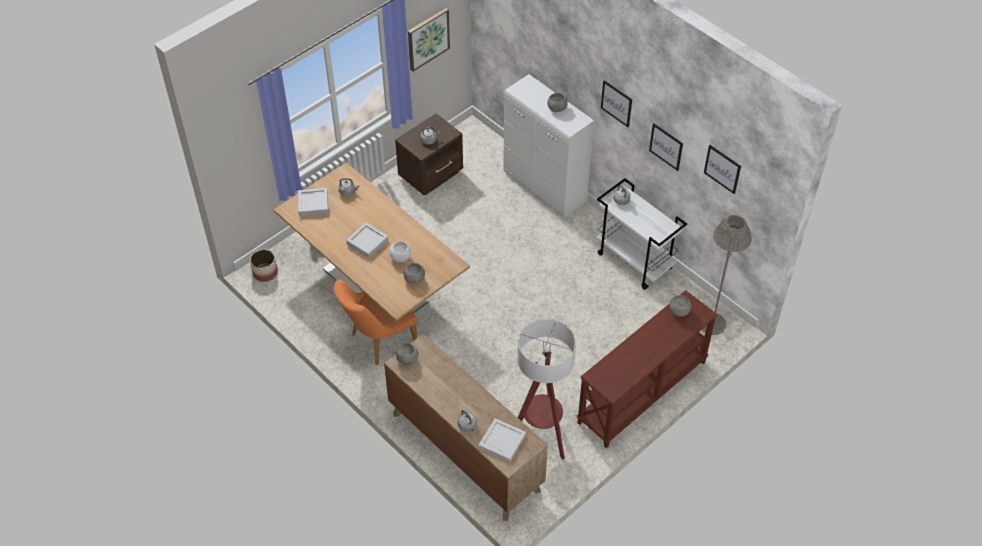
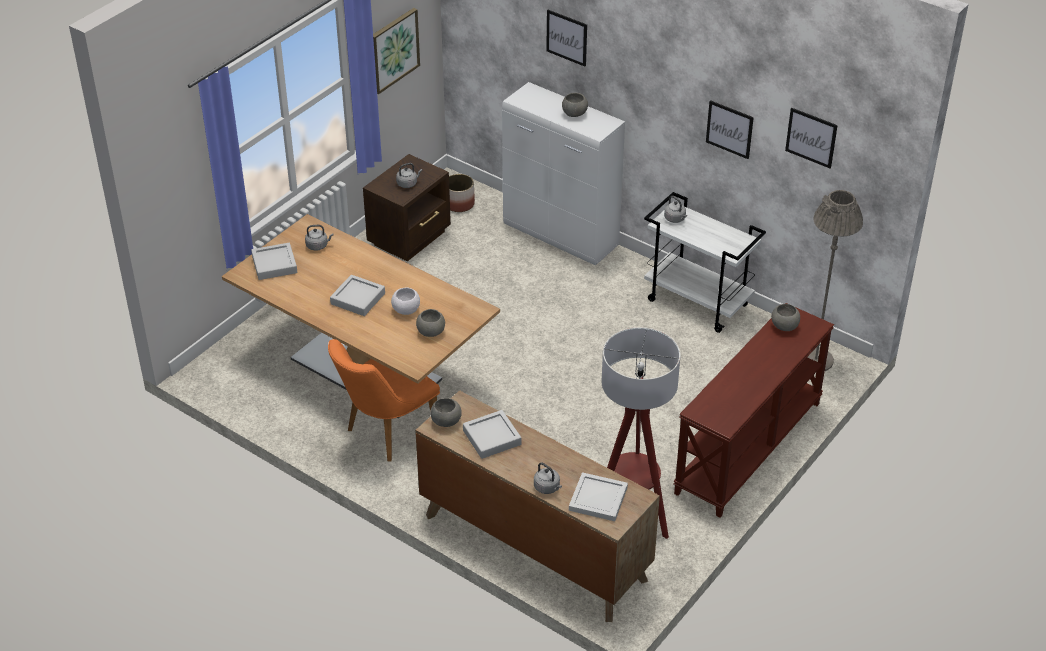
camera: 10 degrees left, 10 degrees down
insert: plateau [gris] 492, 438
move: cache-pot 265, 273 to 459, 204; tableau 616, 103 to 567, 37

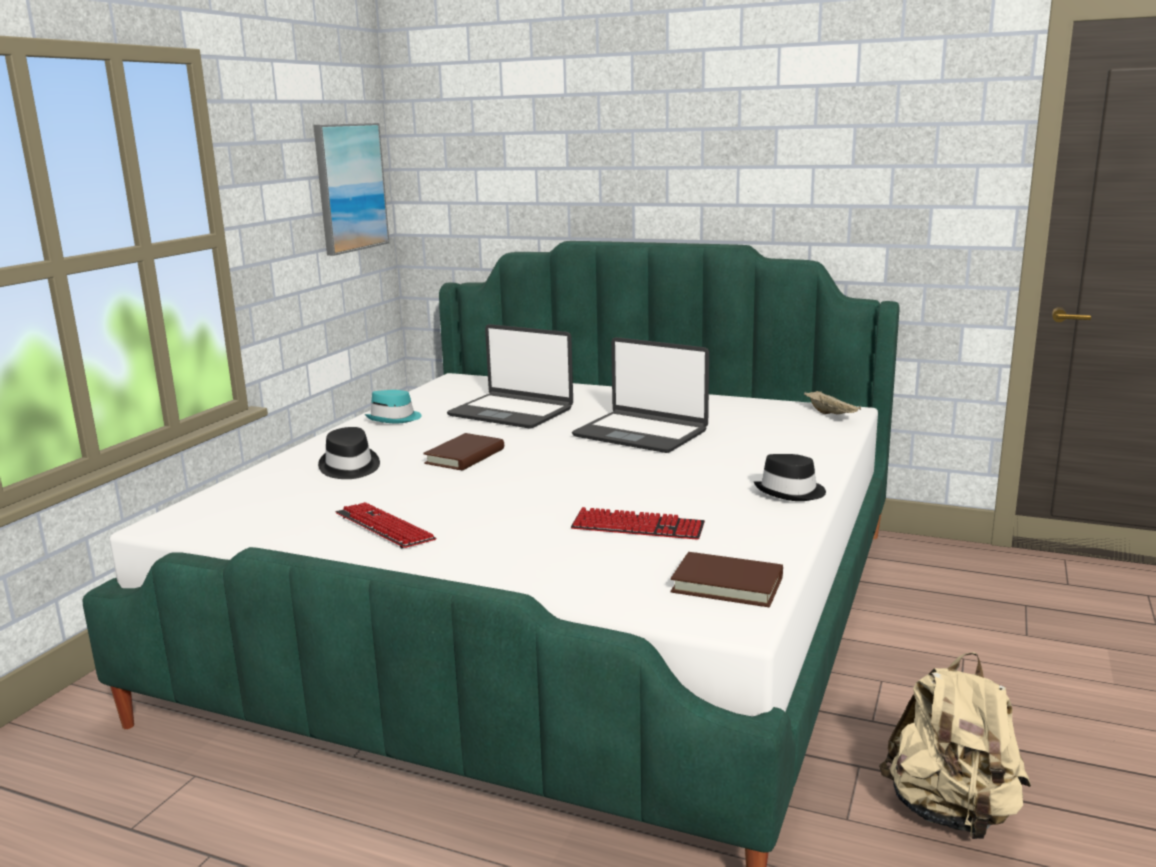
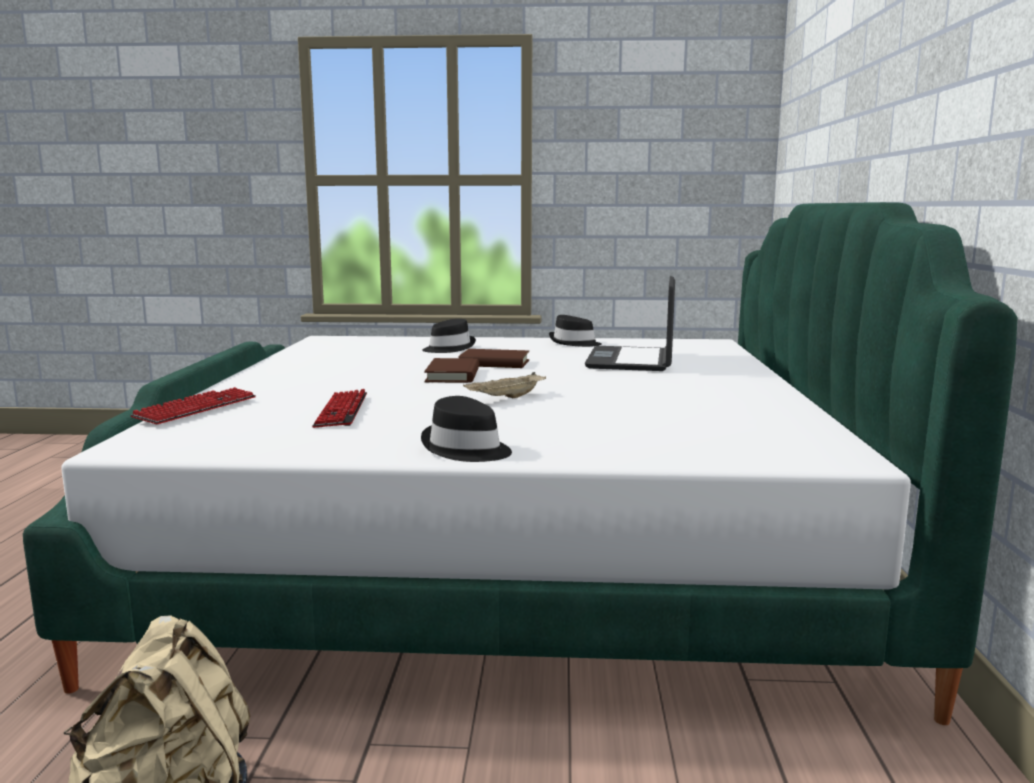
camera: 70 degrees right, 5 degrees down
delete: tableau 350, 187; ordinateur portable 641, 433
move: clavier 384, 528 to 197, 408; livre [marron] 727, 585 to 453, 375; plateau [beige] 831, 414 to 506, 398
recolor: chapeau [turquoise] 395, 419 to chapeau [noir] 574, 343

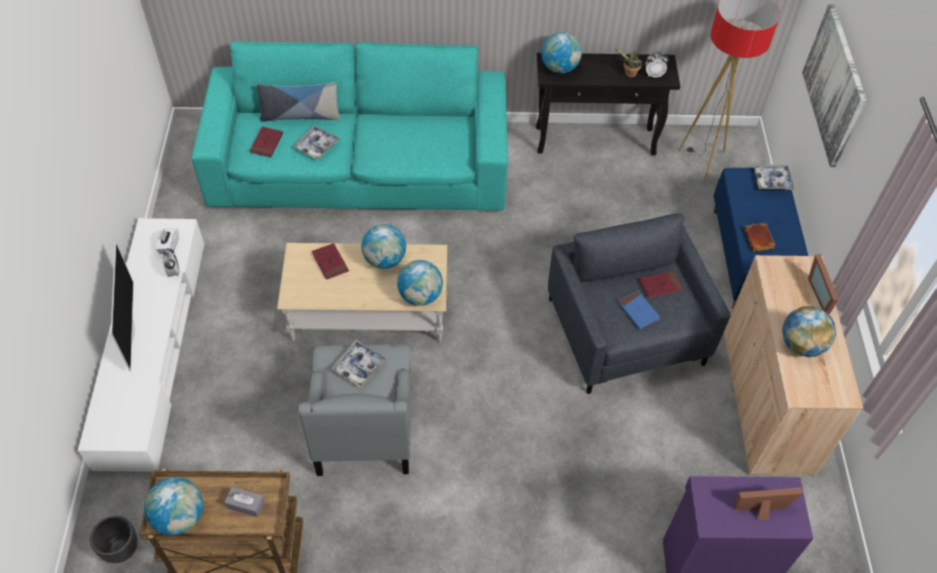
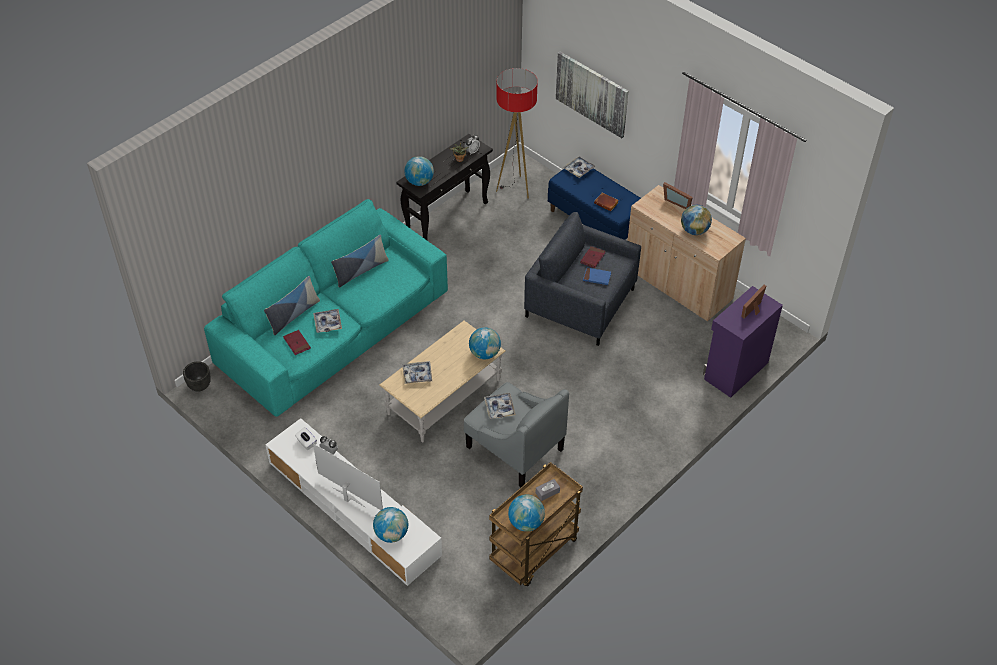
camera: 45 degrees left, 5 degrees down
insert: coussin 361, 271
move: cache-pot [noir] 122, 549 to 199, 386; globe 384, 260 to 391, 534
replace: livre [rouge] 330, 262 to plateau 417, 375

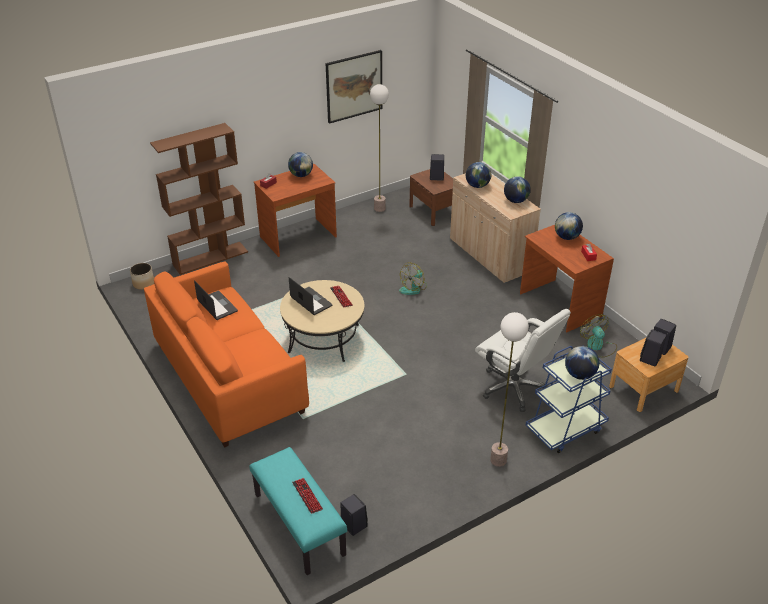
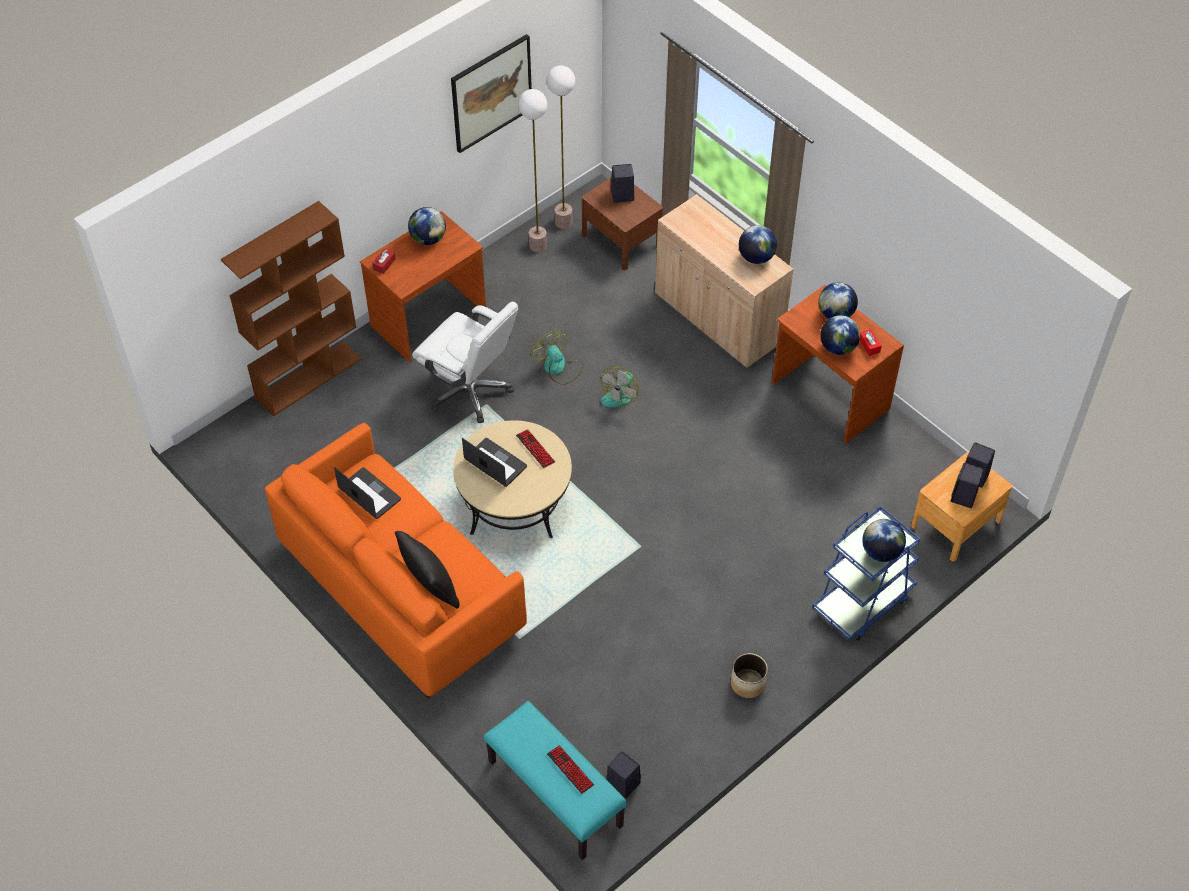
camera: 10 degrees left, 15 degrees up
insert: coussin [noir] 430, 588
move: cache-pot 144, 283 to 748, 683; globe 477, 186 to 838, 347; chaise de bureau [blanc] 514, 388 to 470, 391; lampadaire 498, 460 to 563, 222; ventilateur 598, 346 to 558, 368

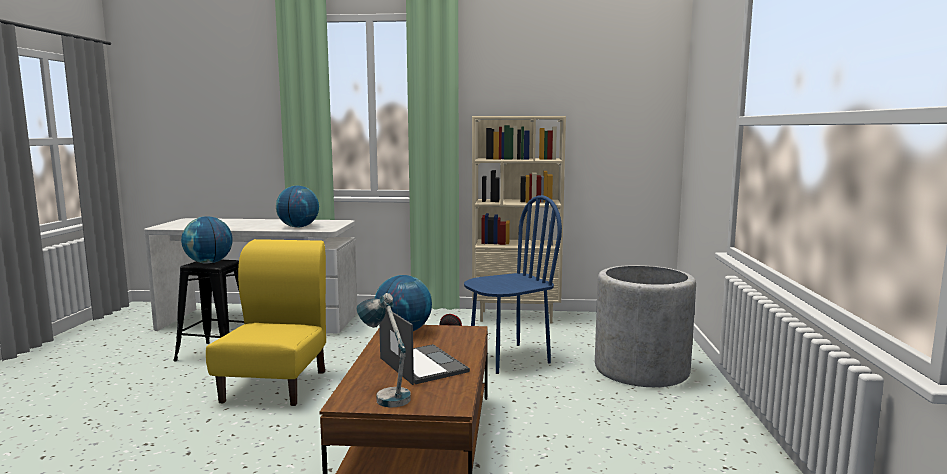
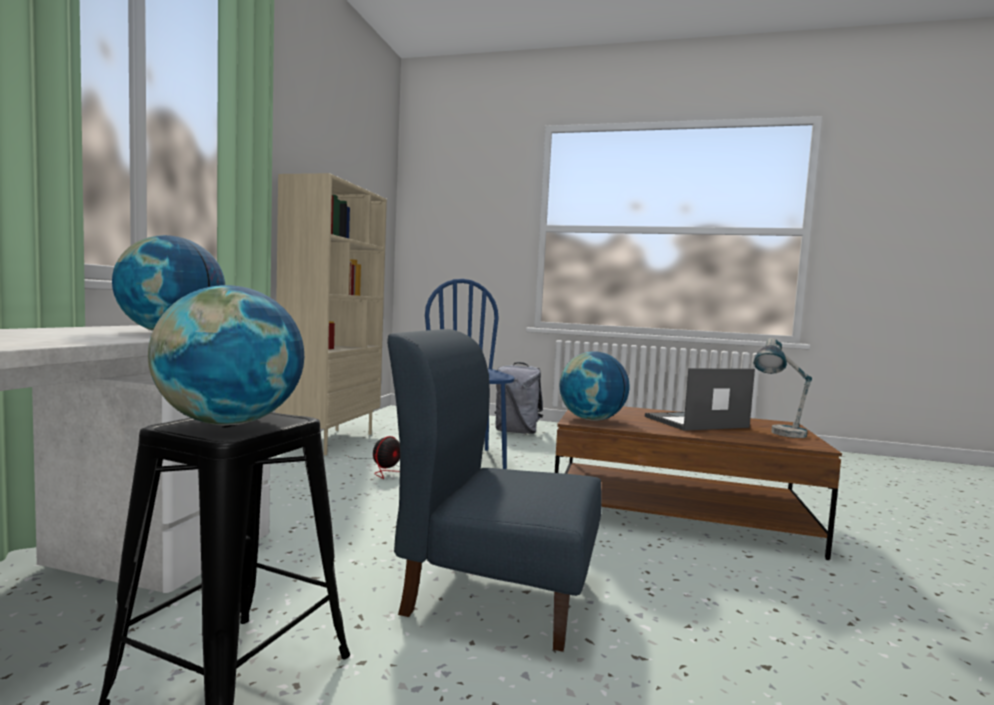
camera: 80 degrees left, 5 degrees down
replace: cache-pot [gris] 641, 370 to sac à dos [gris] 517, 432
recolor: chaise [jaune] 276, 386 to chaise [bleu] 495, 592

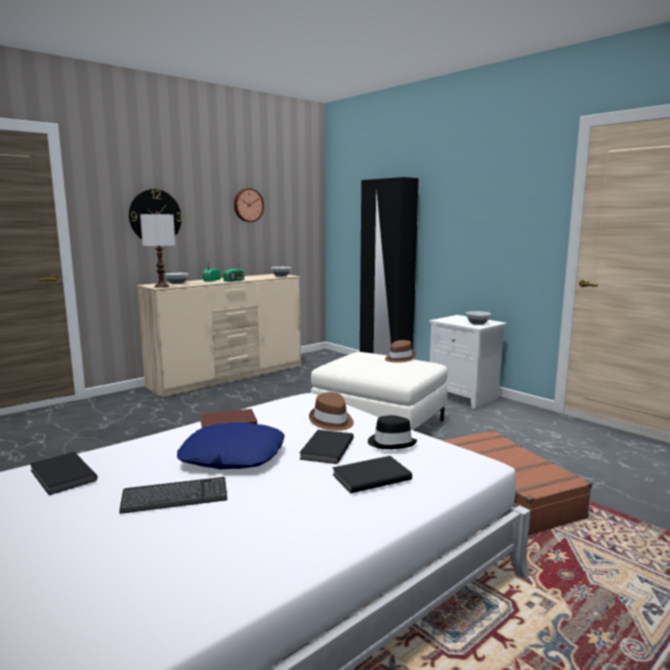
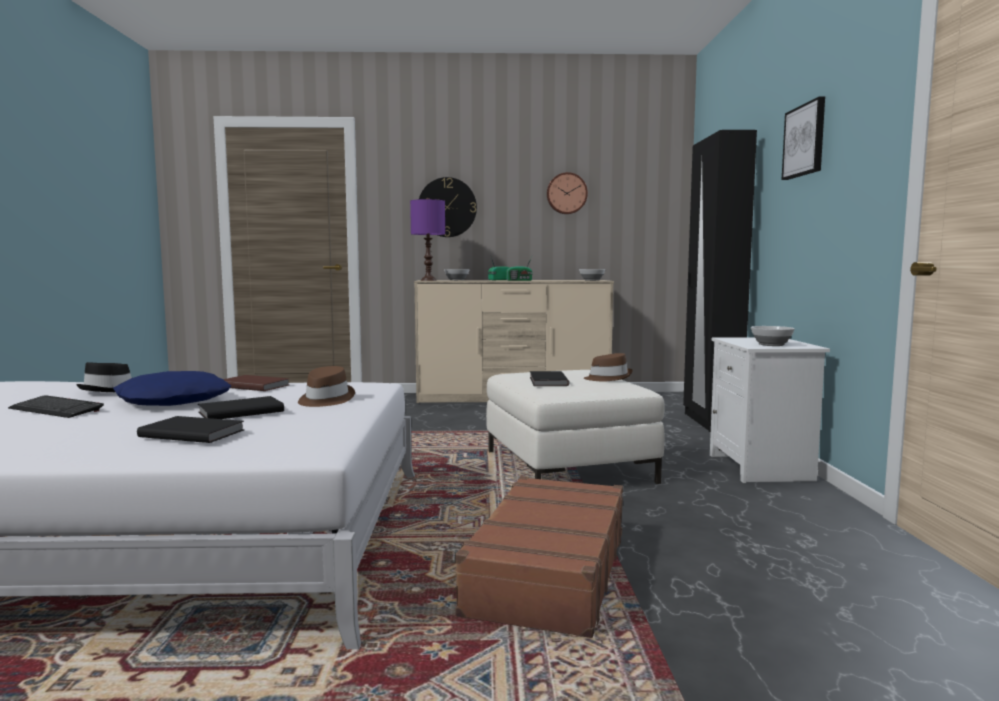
camera: 40 degrees right, 5 degrees down
insert: tableau 805, 140
move: livre [noir] 61, 476 to 547, 381; chapeau [noir] 391, 443 to 111, 390
recolor: lampe de table [blanc] 161, 286 to lampe de table [violet] 428, 280

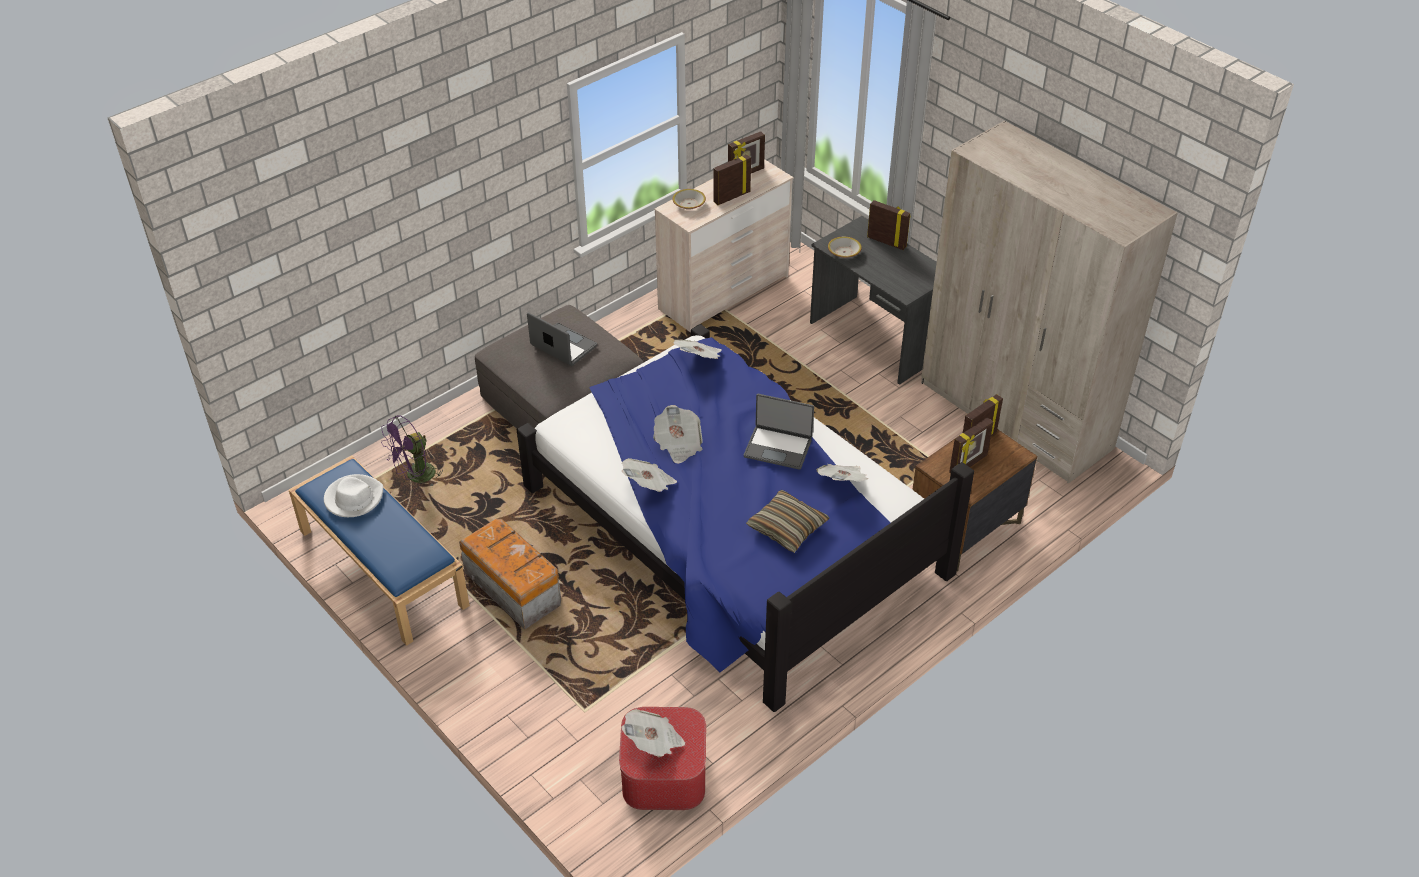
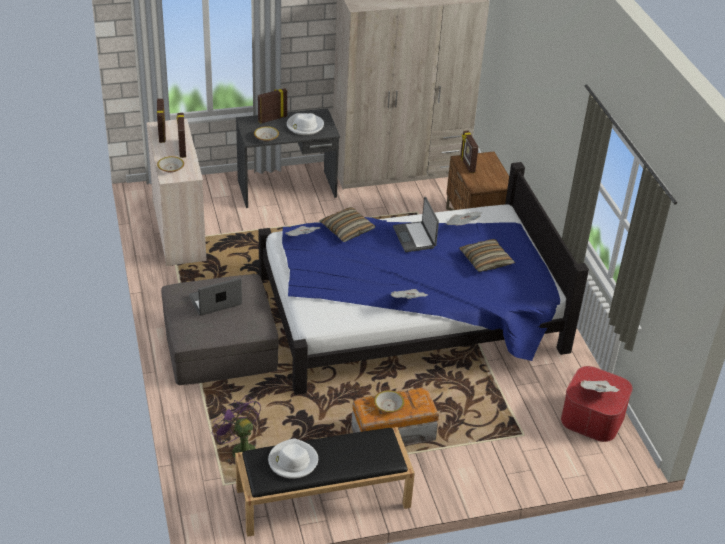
camera: 65 degrees left, 5 degrees down
delete: journal 678, 444; cadre photo 968, 464
insert: chapeau [blanc] 304, 126; coussin 347, 230; bol 388, 405
recolor: banc [bleu] 381, 567 to banc [noir] 322, 498
rotate: ventilateur [violet] 416, 477 = 239, 450 150 degrees clockwise; ordinateur portable 778, 447 = 415, 237 120 degrees clockwise

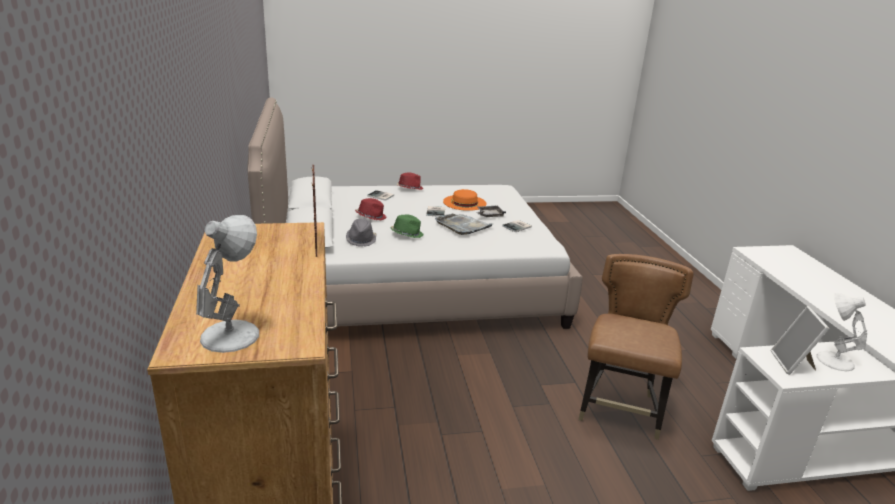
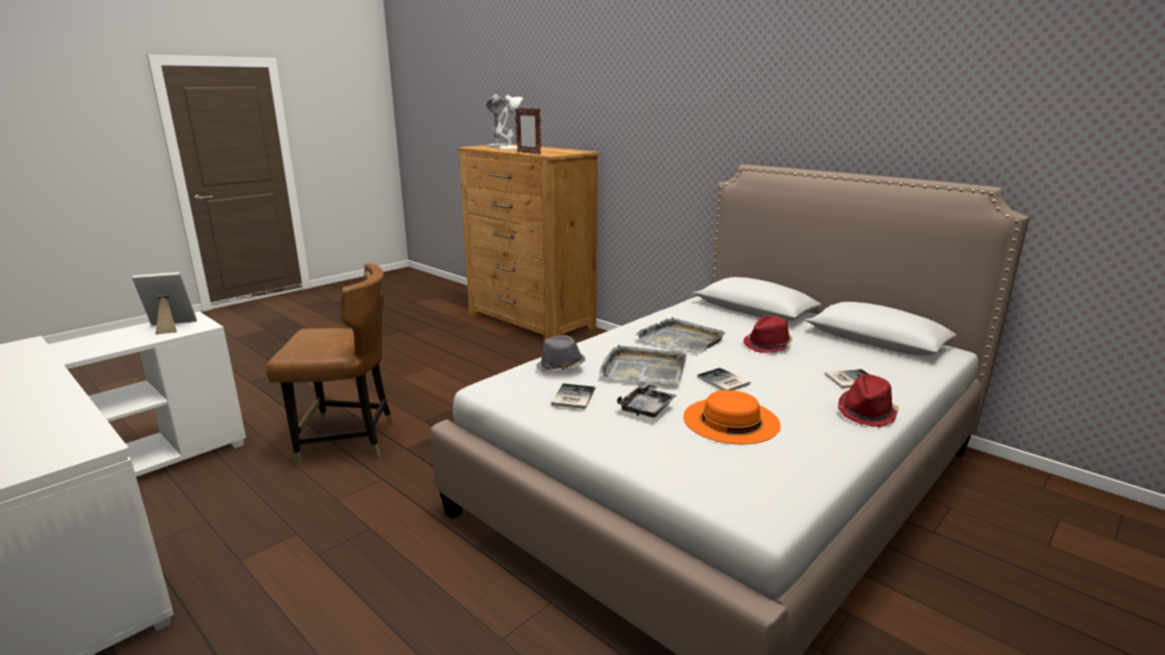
camera: 145 degrees right, 5 degrees down
move: chapeau [gris] 361, 239 to 560, 367; lampe de table [blanc] 833, 360 to 511, 148
replace: chapeau [vert] 407, 234 to plateau [gris] 681, 339
rotate: chaise [marron] 620, 409 = 347, 441 75 degrees counterclockwise; cadre photo 793, 364 = 170, 327 75 degrees counterclockwise

